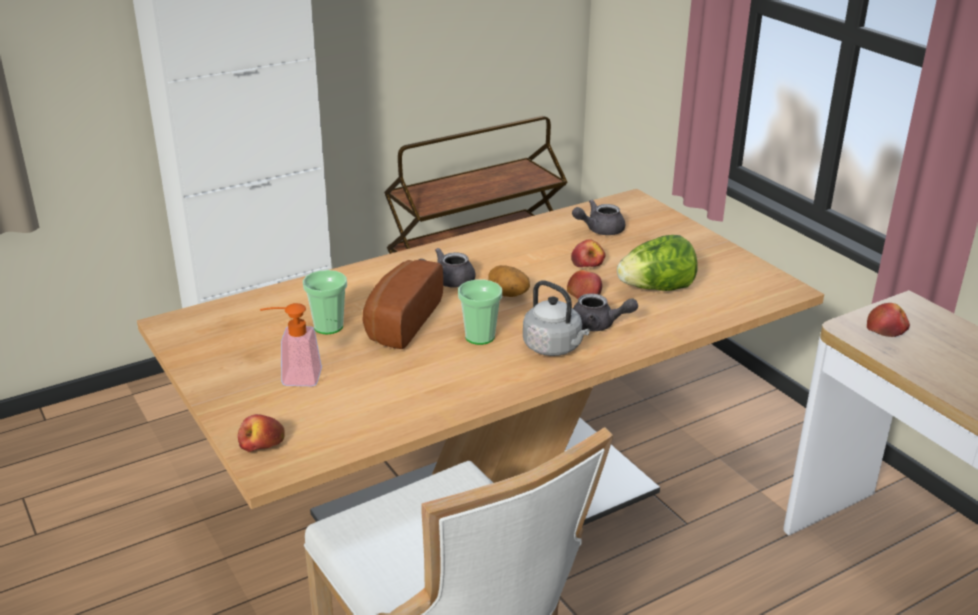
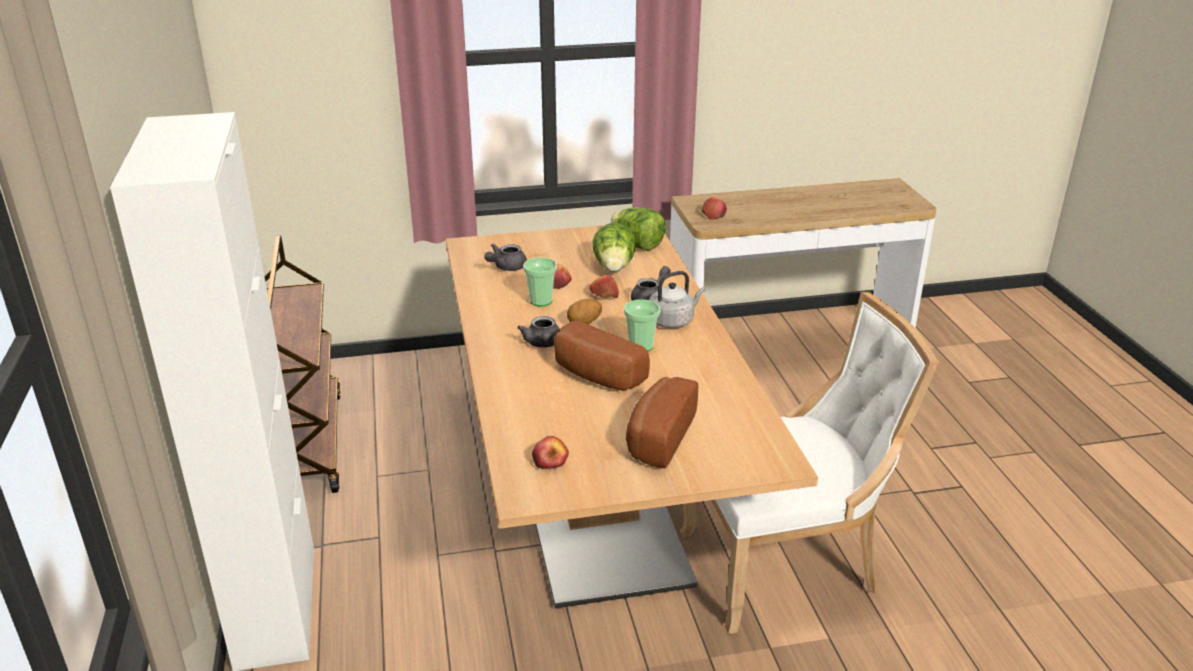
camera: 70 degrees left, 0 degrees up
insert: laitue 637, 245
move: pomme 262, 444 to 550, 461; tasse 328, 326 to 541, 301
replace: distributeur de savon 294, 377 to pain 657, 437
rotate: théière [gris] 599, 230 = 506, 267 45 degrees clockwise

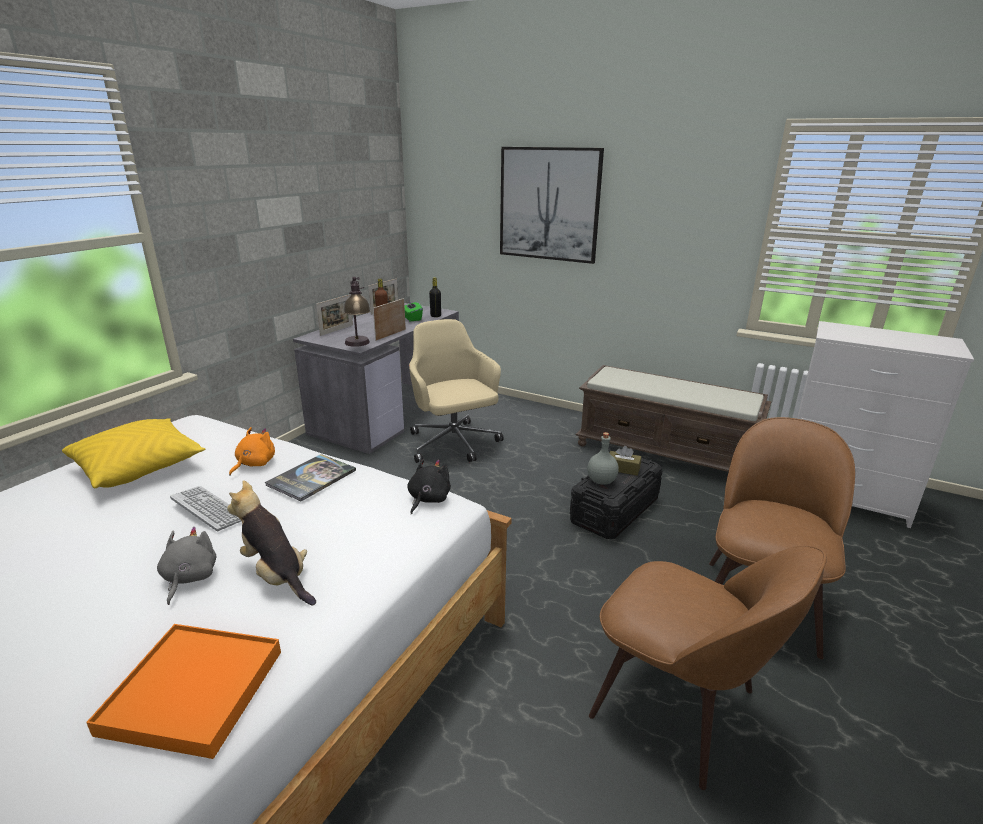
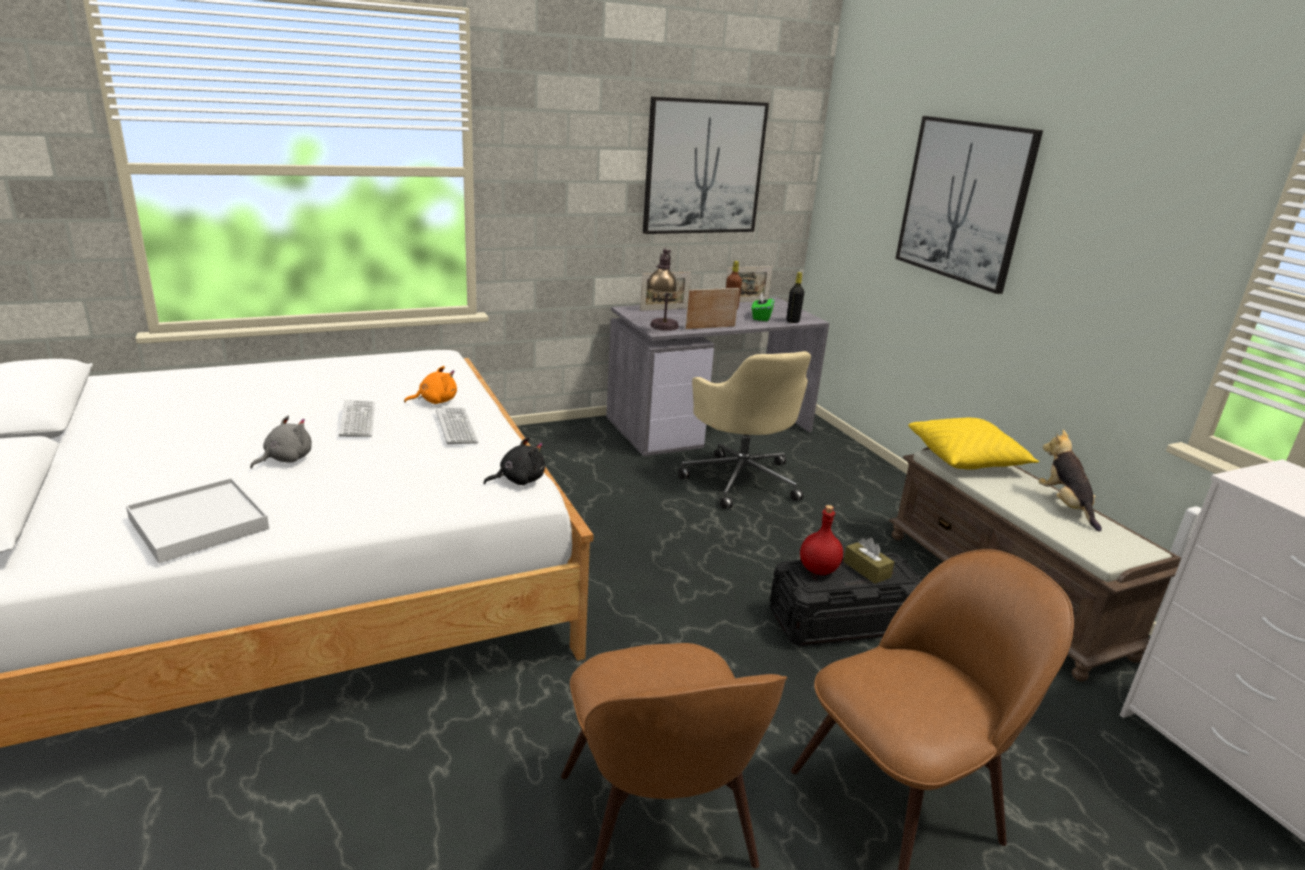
camera: 35 degrees right, 0 degrees up
insert: tableau 704, 167
move: coussin [jaune] 139, 467 to 967, 458; peluche 277, 575 to 1065, 506
replace: livre 311, 478 to clavier 456, 427
recolor: plateau [orange] 193, 691 to plateau [blanc] 199, 524; bouteille [gris] 601, 481 to bouteille [rouge] 818, 569
rotate: chaise de bureau [beige] 454, 444 = 741, 479 150 degrees clockwise

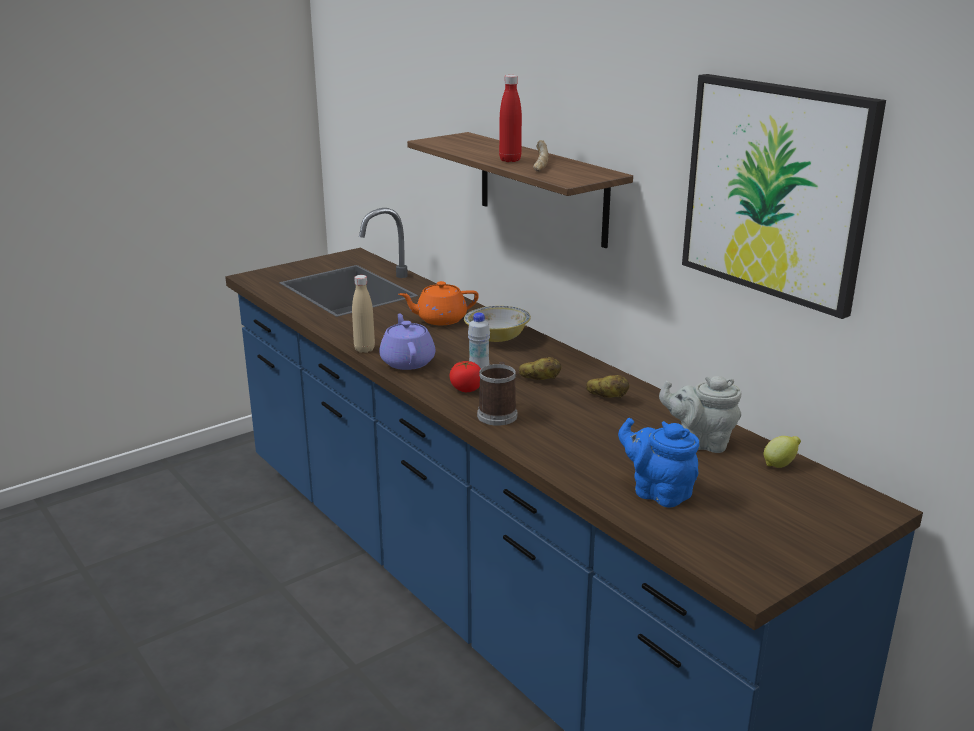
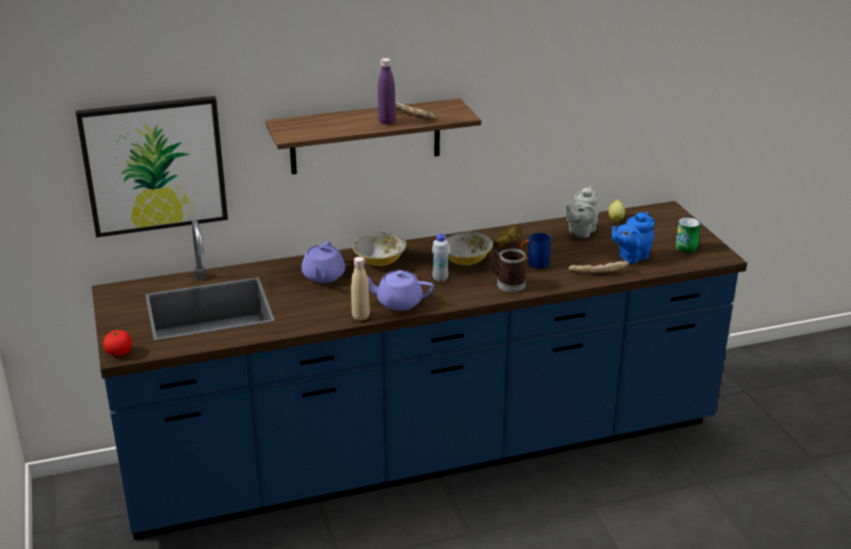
camera: 70 degrees left, 5 degrees up
insert: mug [bleu] 534, 264; pain 597, 272; boîte métallique 686, 247
move: tomate 466, 389 to 119, 352; tableau 776, 191 to 154, 165
replace: pomme de terre 540, 380 to bol 465, 260
recolor: théière [orange] 440, 319 to théière [violet] 323, 276; bouteille [rouge] 510, 160 to bouteille [violet] 387, 122

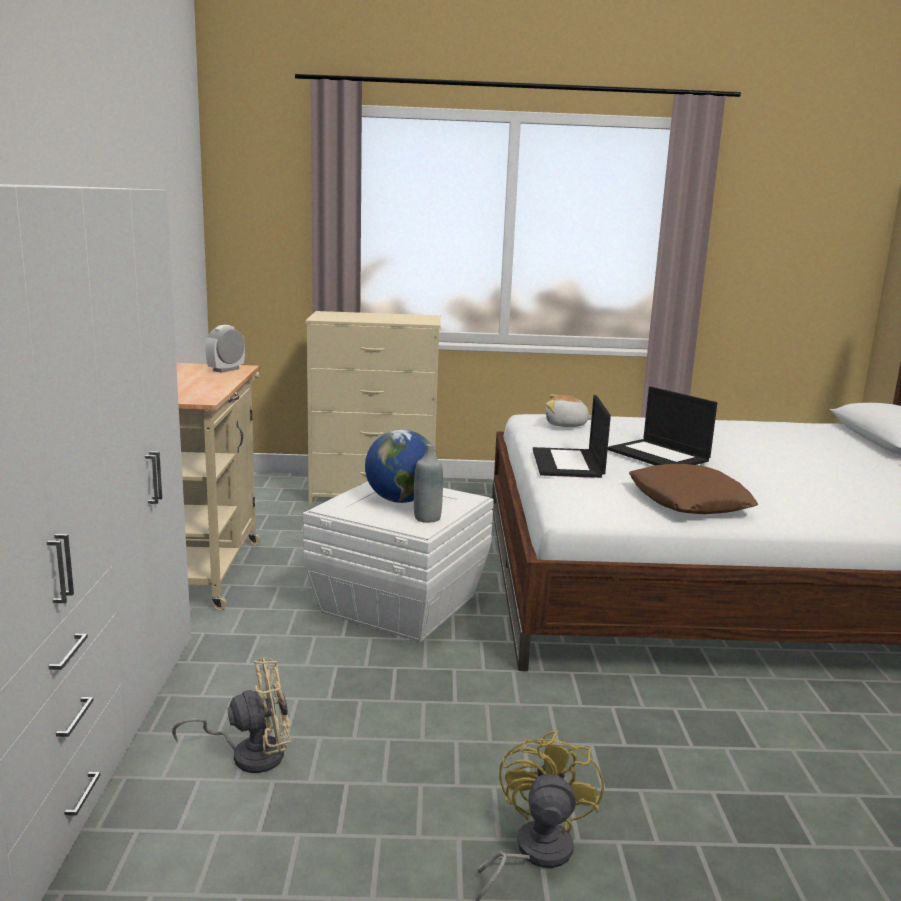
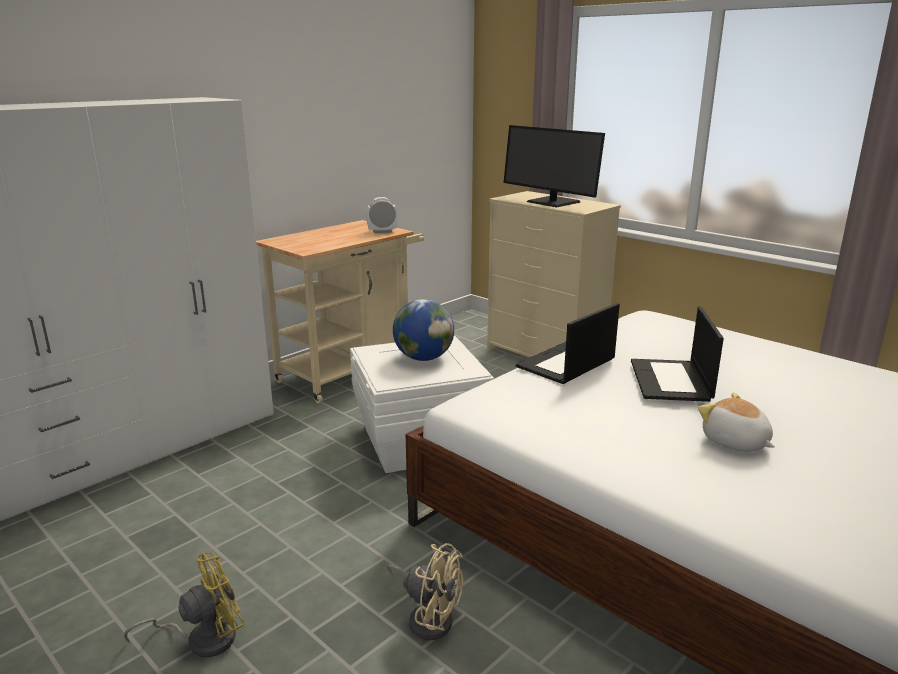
camera: 45 degrees right, 5 degrees up
delete: bouteille [gris] 427, 518; coussin [marron] 688, 501
insert: écran d'ordinateur 552, 202
move: ventilateur [beige] 249, 754 to 428, 617; peluche 566, 425 to 735, 442

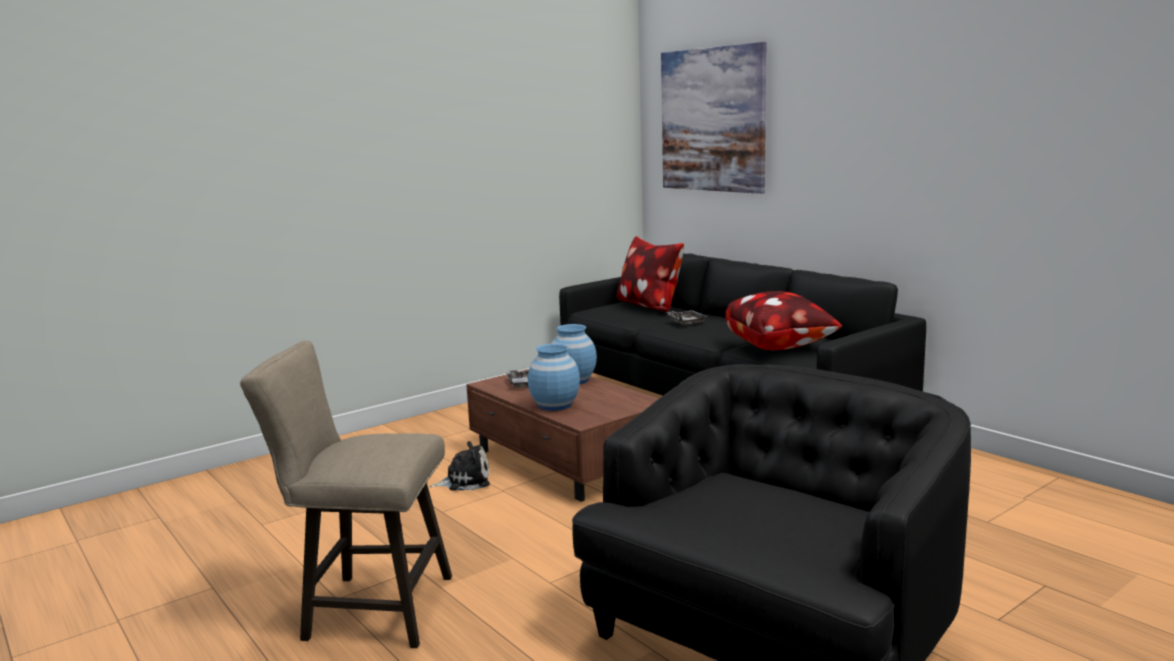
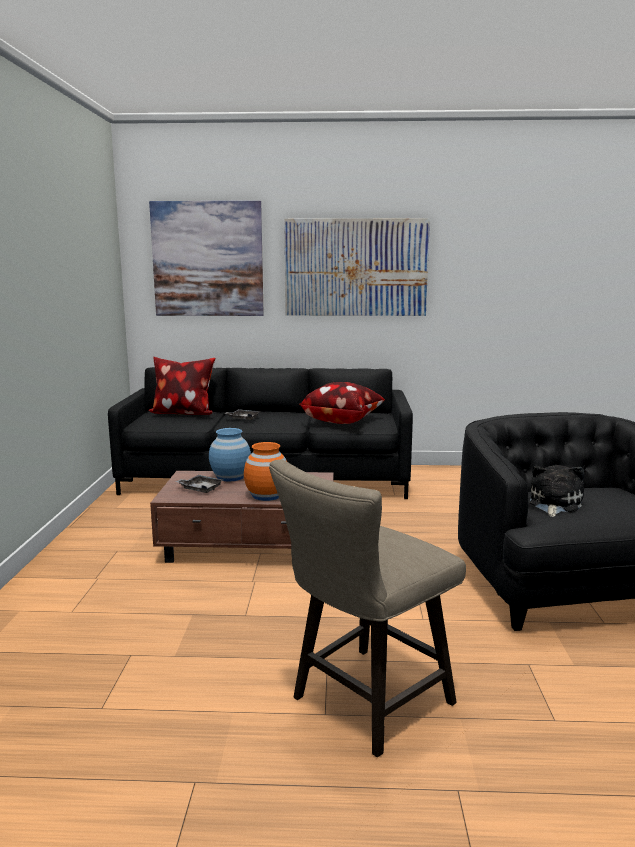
camera: 50 degrees left, 0 degrees up
insert: tableau 356, 267
move: peluche 465, 481 to 553, 504
recolor: vase [bleu] 555, 405 to vase [orange] 266, 495

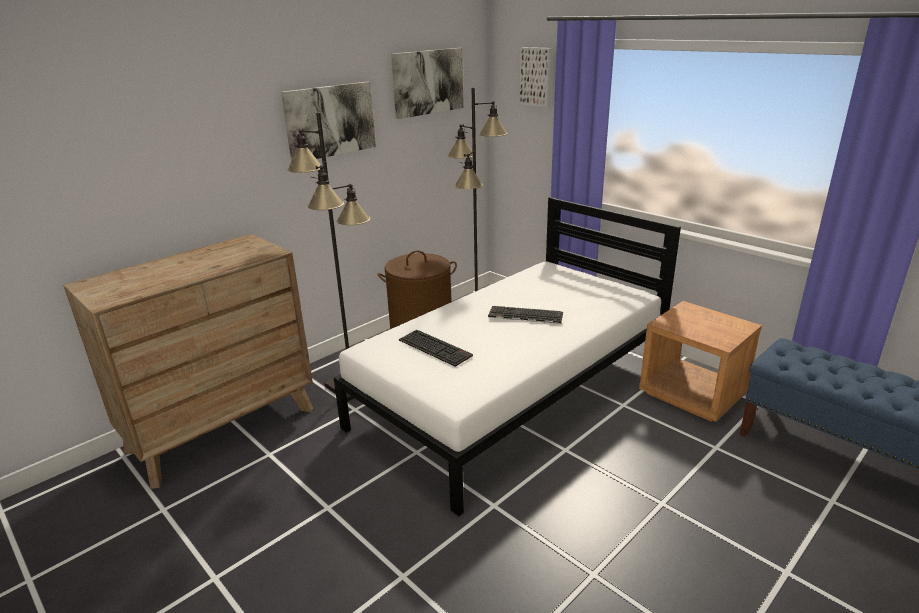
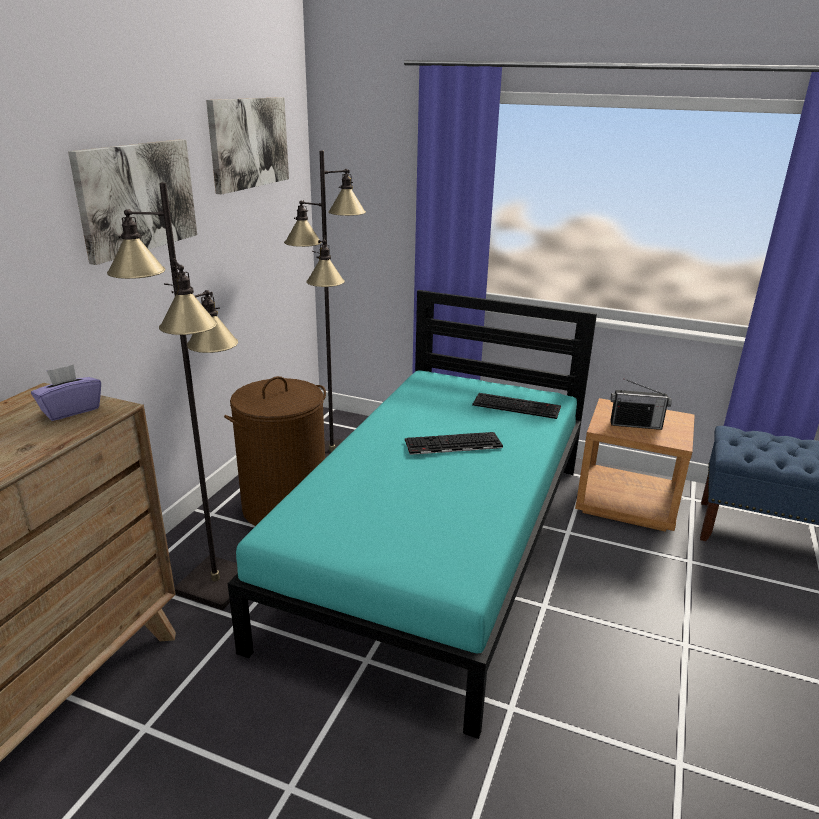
camera: 25 degrees left, 0 degrees up
delete: tableau 537, 76
insert: boîte à mouchoirs [violet] 71, 410; radio 635, 424
move: clavier 436, 348 to 517, 406
recolor: lit [blanc] 513, 393 to lit [turquoise] 438, 546

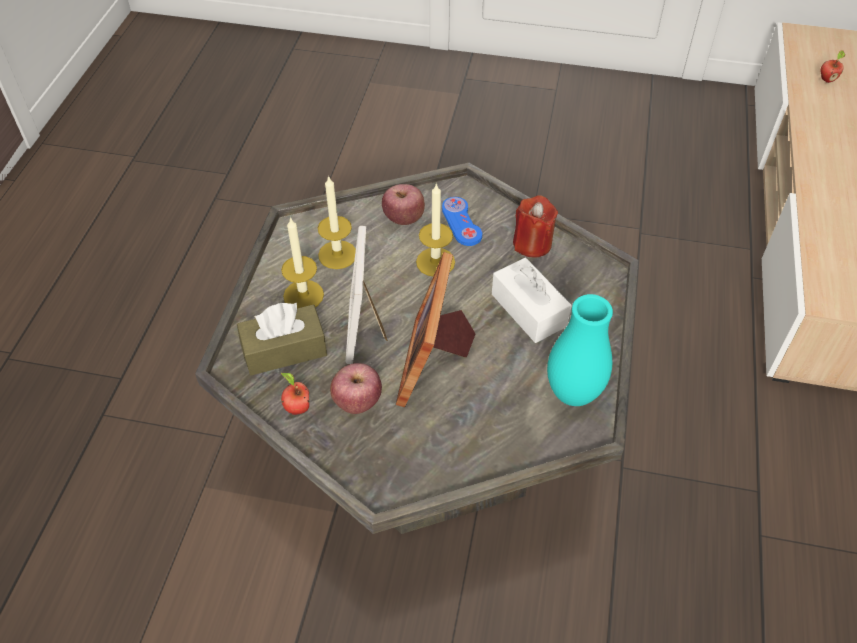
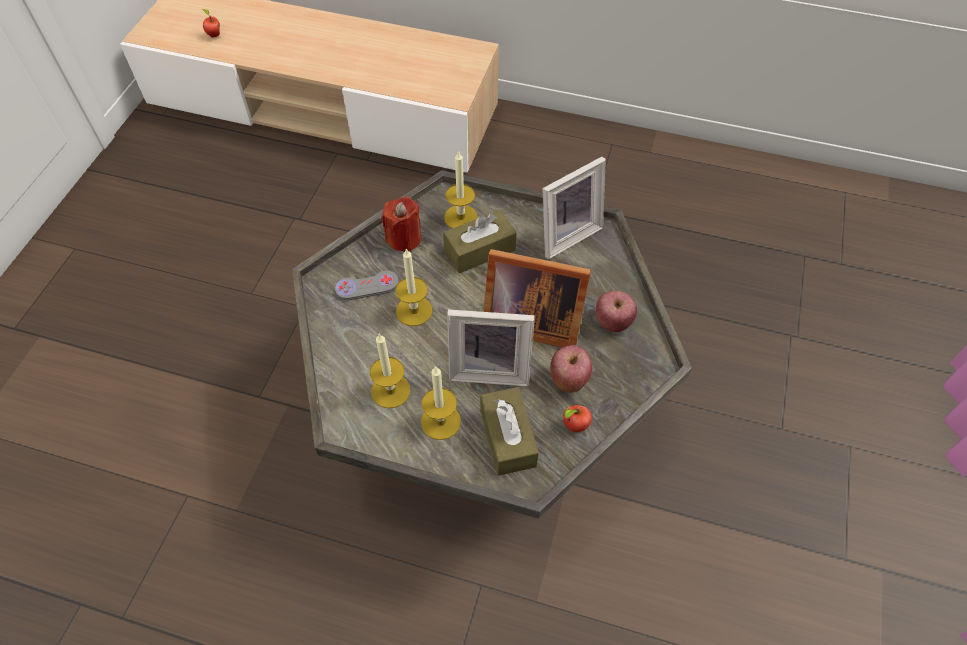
camera: 85 degrees left, 5 degrees up
insert: bougie 461, 217
move: pomme 404, 218 to 613, 322
replace: vase [turquoise] 573, 393 to cadre photo 566, 234
recolor: manette [bleu] 461, 222 to manette [gris] 367, 286; boîte à mouchoirs [blanc] 528, 310 to boîte à mouchoirs [marron] 479, 250

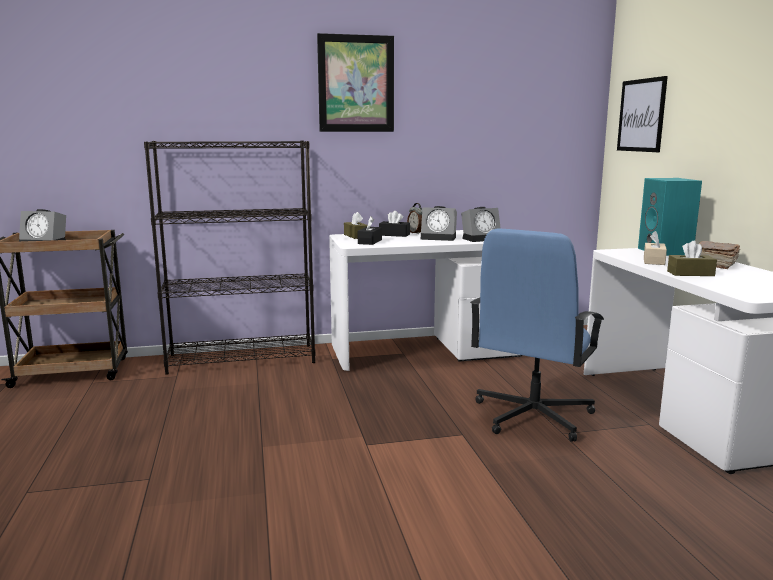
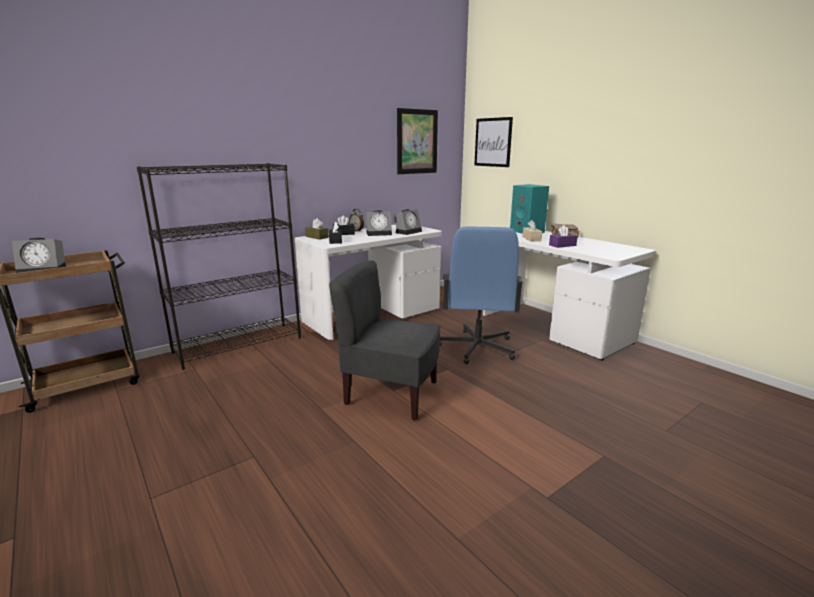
camera: 25 degrees left, 5 degrees up
insert: chaise [gris] 391, 394
move: tableau 356, 84 to 417, 142
recolor: boîte à mouchoirs [marron] 690, 273 to boîte à mouchoirs [violet] 562, 245

